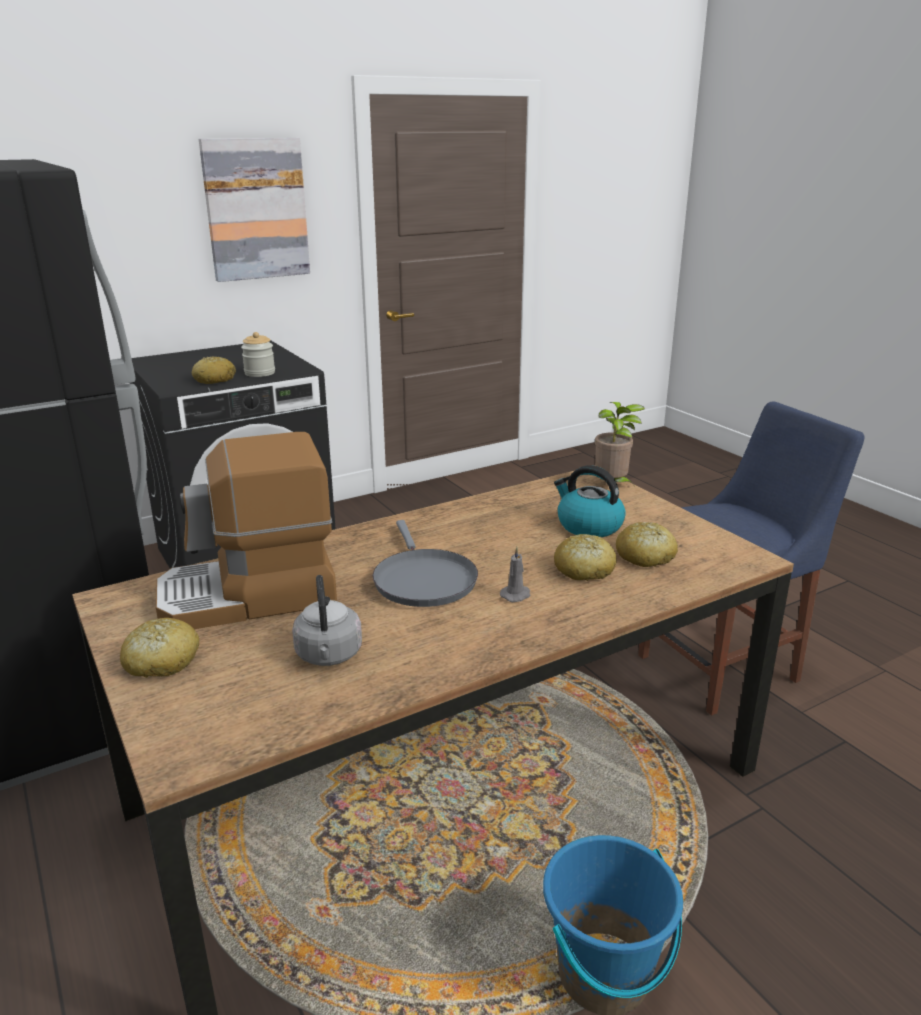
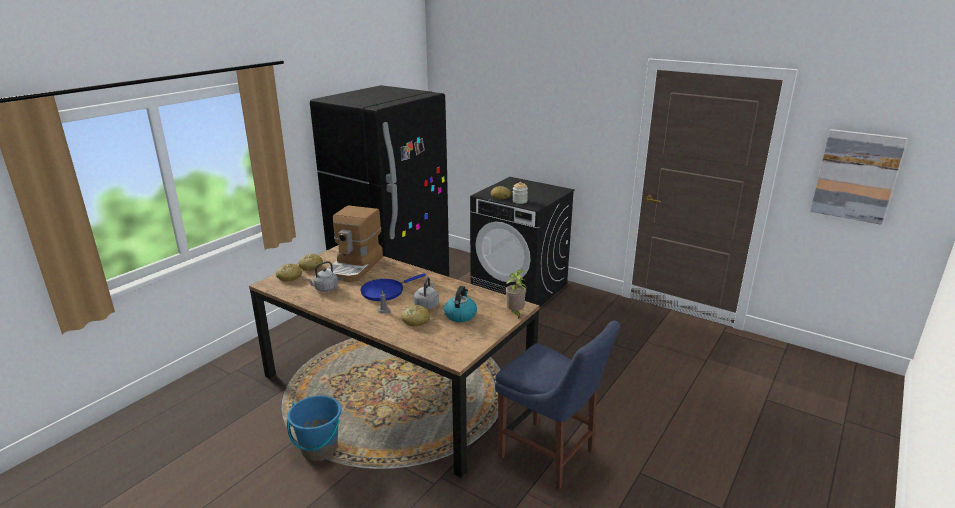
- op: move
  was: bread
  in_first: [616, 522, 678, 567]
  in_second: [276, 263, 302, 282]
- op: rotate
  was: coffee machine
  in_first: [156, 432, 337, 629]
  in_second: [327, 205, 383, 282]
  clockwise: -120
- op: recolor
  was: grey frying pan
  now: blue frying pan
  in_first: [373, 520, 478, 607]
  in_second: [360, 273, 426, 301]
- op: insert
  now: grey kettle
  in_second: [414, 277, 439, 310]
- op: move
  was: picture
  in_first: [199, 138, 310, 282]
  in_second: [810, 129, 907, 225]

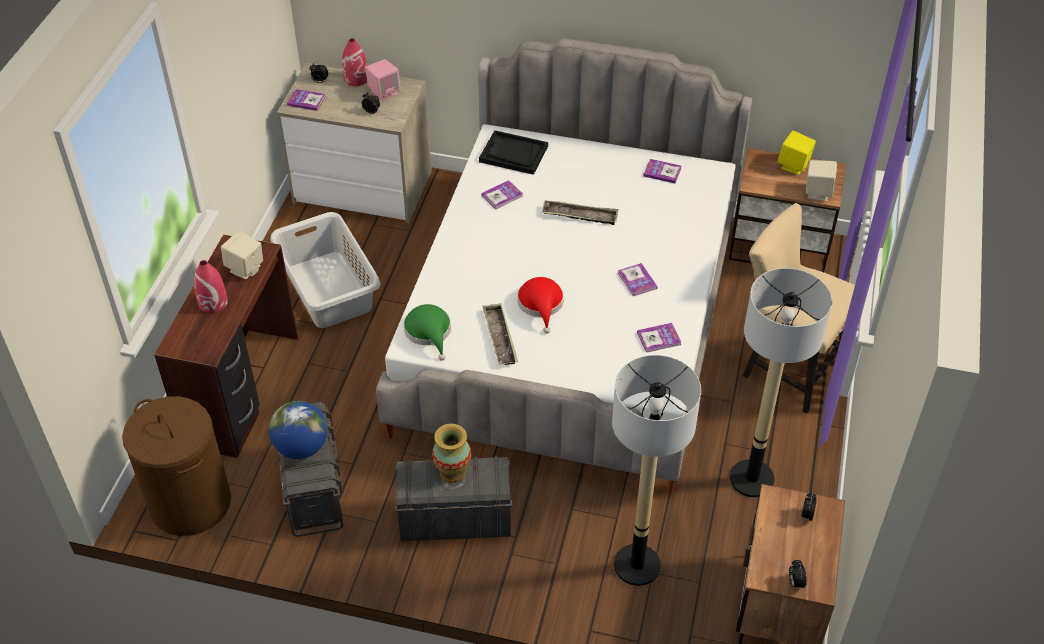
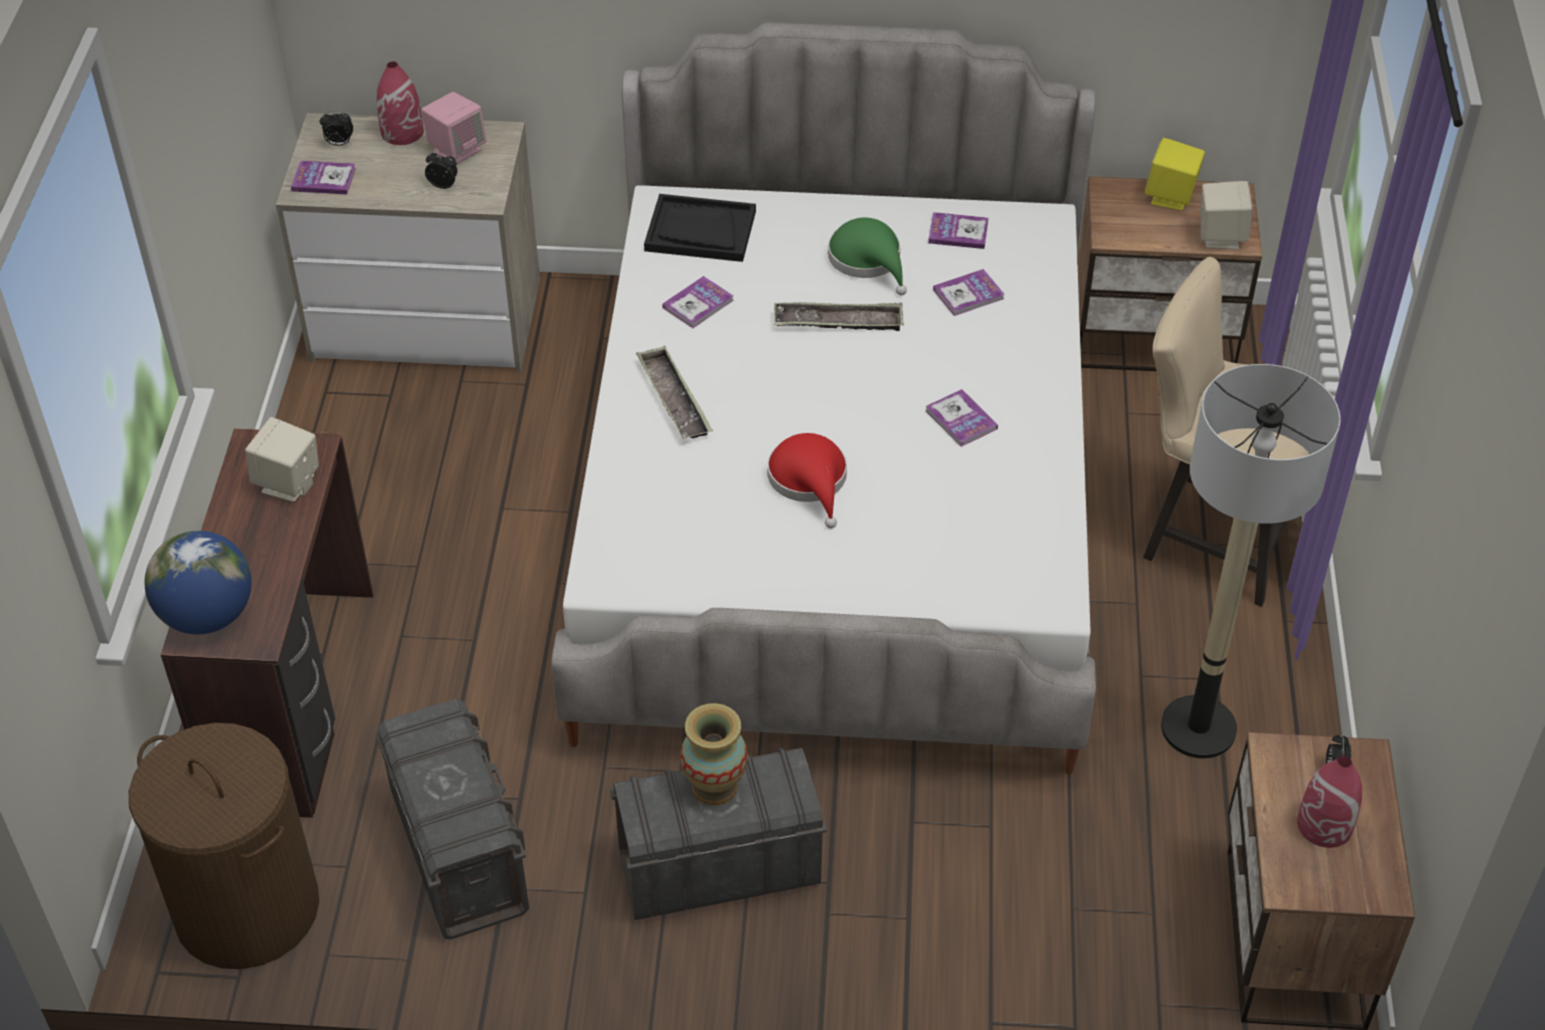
- op: move
  was: globe
  in_first: [269, 401, 328, 459]
  in_second: [145, 531, 252, 634]
- op: move
  was: tray
  in_first: [482, 303, 518, 365]
  in_second: [636, 346, 713, 439]
- op: move
  was: green hat
  in_first: [404, 304, 451, 361]
  in_second: [828, 218, 907, 296]
- op: move
  was: book
  in_first: [637, 323, 681, 353]
  in_second: [933, 269, 1005, 316]
- op: move
  was: red vase
  in_first: [194, 260, 228, 313]
  in_second: [1297, 756, 1362, 848]
- op: delete
  was: grey laundry basket
  in_first: [270, 212, 381, 328]
- op: delete
  was: floor lamp
  in_first: [612, 355, 701, 586]
- op: delete
  was: alarm clock
  in_first: [789, 560, 807, 590]

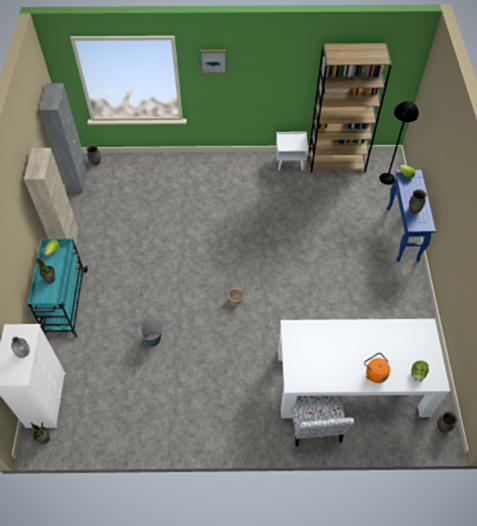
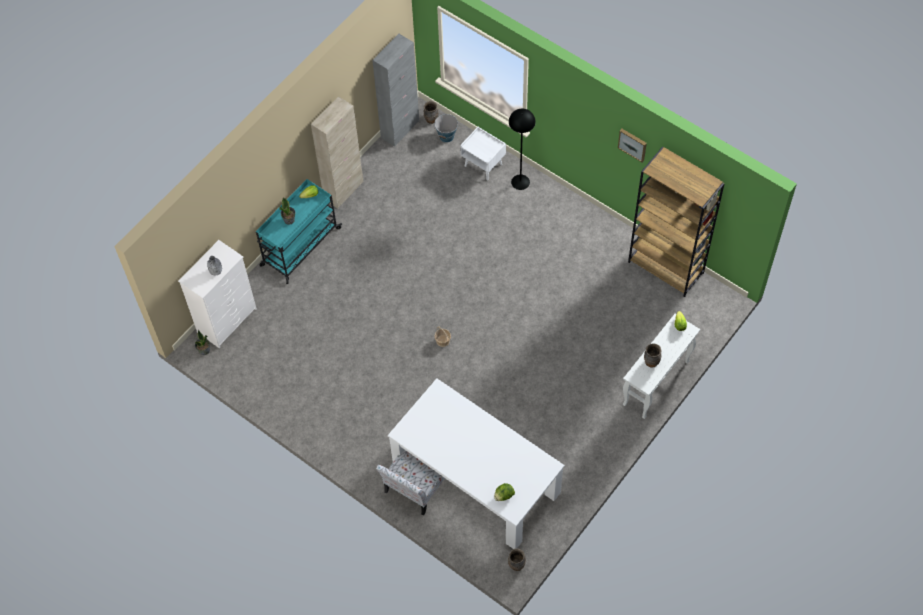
- op: move
  was: bucket
  in_first: [138, 318, 164, 346]
  in_second: [434, 114, 458, 142]
- op: move
  was: white nightstand
  in_first: [276, 132, 308, 170]
  in_second: [460, 127, 506, 181]
- op: move
  was: black floor lamp
  in_first: [379, 101, 419, 185]
  in_second: [509, 109, 536, 190]
- op: move
  was: picture
  in_first: [200, 50, 227, 73]
  in_second: [618, 129, 647, 162]
- op: recolor
  was: blue console table
  now: white console table
  in_first: [387, 170, 436, 262]
  in_second: [623, 314, 700, 419]
- op: delete
  was: orange kettle
  in_first: [364, 353, 390, 383]

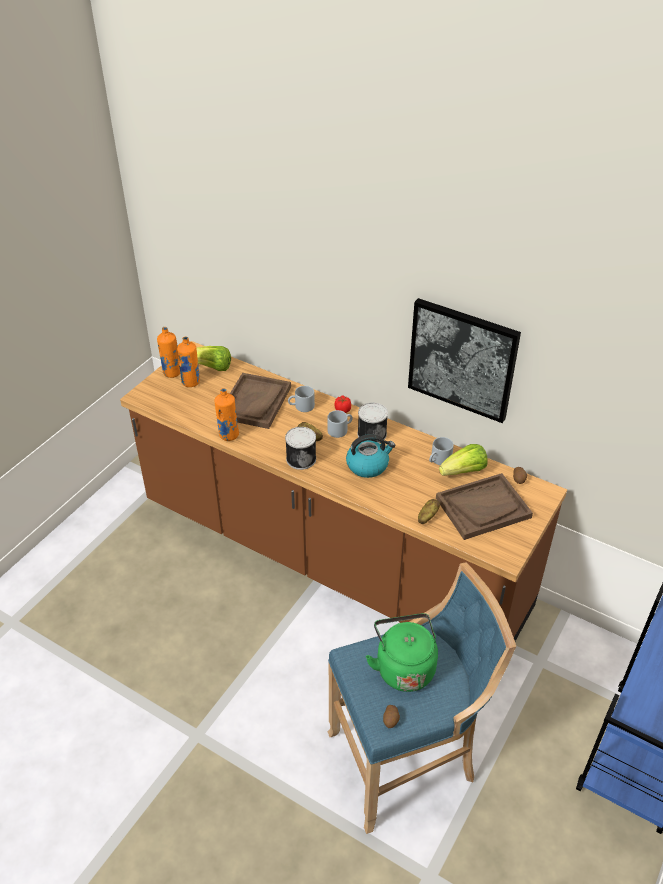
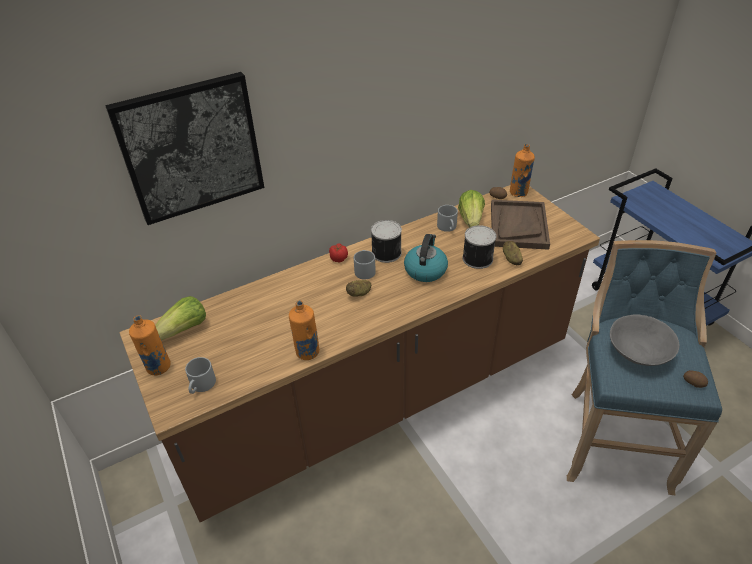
- op: move
  was: picture
  in_first: [408, 298, 521, 423]
  in_second: [105, 72, 264, 225]
- op: move
  was: grey mug
  in_first: [288, 386, 315, 412]
  in_second: [185, 357, 216, 394]
- op: move
  was: can
  in_first: [285, 427, 316, 470]
  in_second: [463, 225, 496, 269]
- op: move
  was: orange bottle
  in_first: [177, 336, 200, 387]
  in_second: [510, 144, 535, 197]
- op: replace
  was: green kettle
  now: grey bowl
  in_first: [366, 613, 438, 692]
  in_second: [610, 314, 679, 366]
- op: delete
  was: brown tray
  in_first: [230, 373, 291, 429]

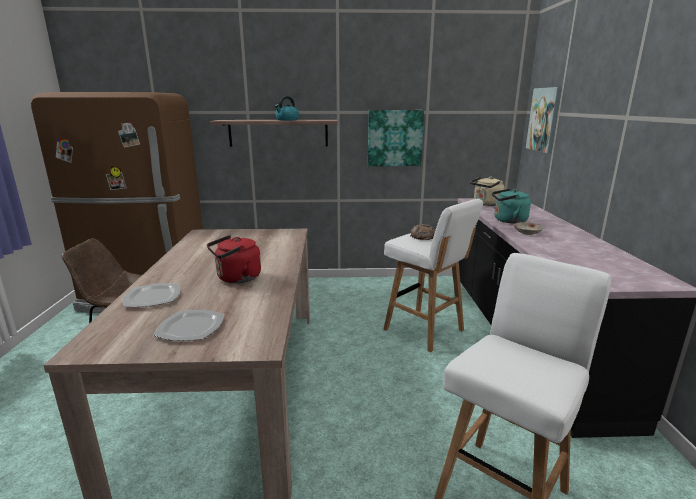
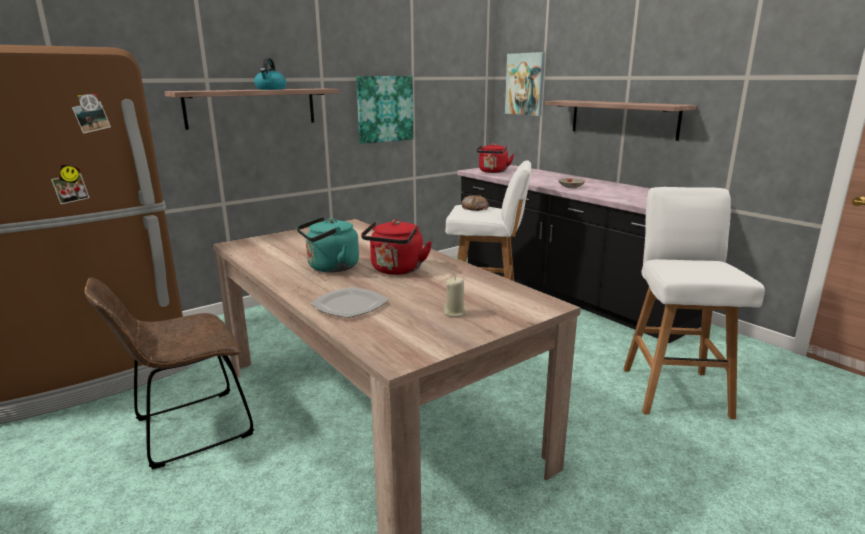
- op: move
  was: turquoise kettle
  in_first: [492, 189, 531, 224]
  in_second: [297, 217, 359, 273]
- op: replace
  was: plate
  now: beige candle
  in_first: [153, 310, 224, 341]
  in_second: [444, 277, 467, 317]
- op: recolor
  was: beige kettle
  now: red kettle
  in_first: [470, 177, 505, 206]
  in_second: [476, 143, 514, 173]
- op: insert
  now: shelf
  in_second: [545, 100, 696, 141]

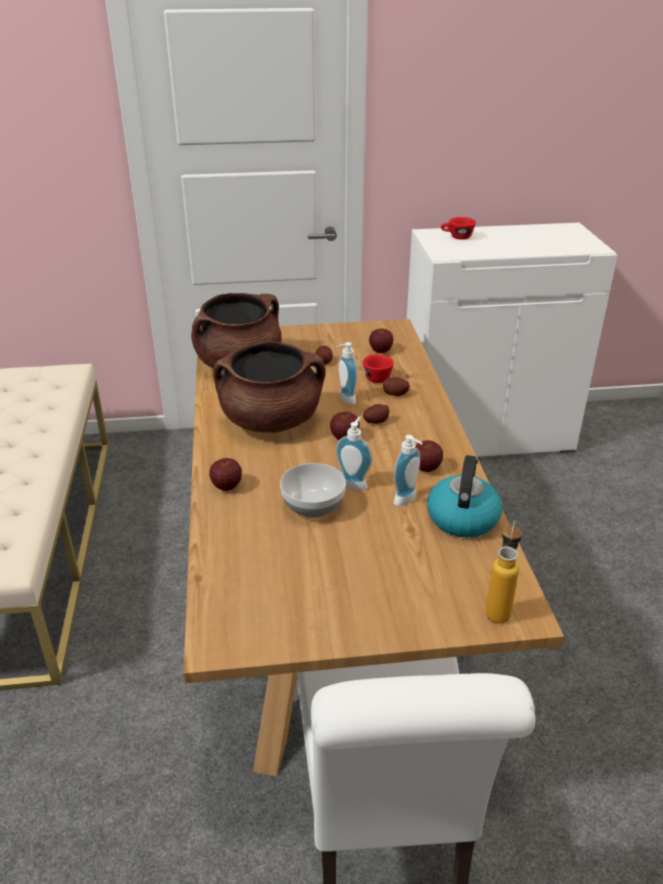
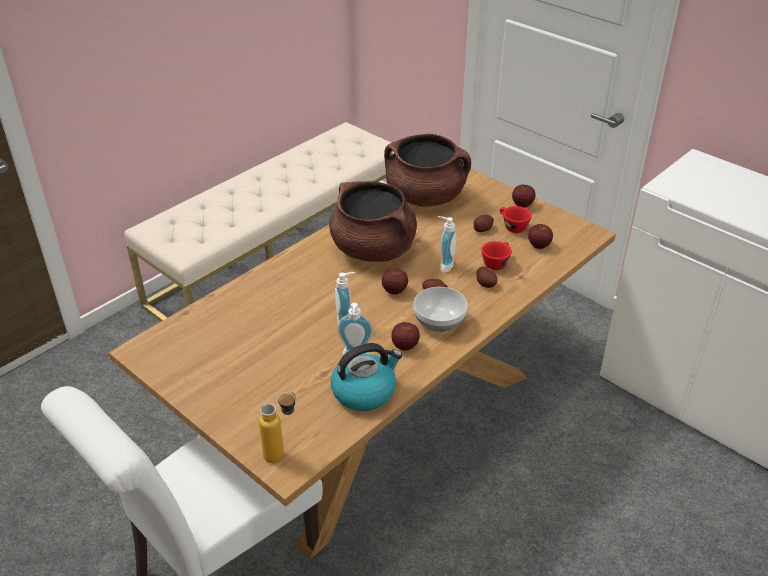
- op: move
  was: bowl
  in_first: [280, 463, 346, 518]
  in_second: [414, 287, 468, 332]
- op: move
  was: red cup
  in_first: [441, 217, 476, 240]
  in_second: [500, 206, 532, 233]
- op: move
  was: apple
  in_first: [209, 458, 242, 491]
  in_second: [512, 185, 535, 208]

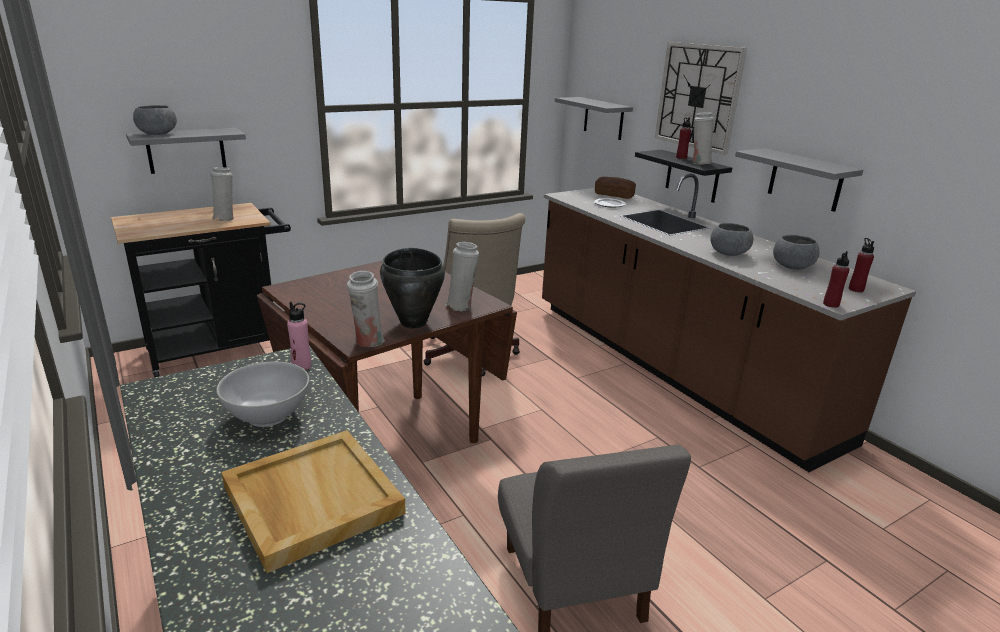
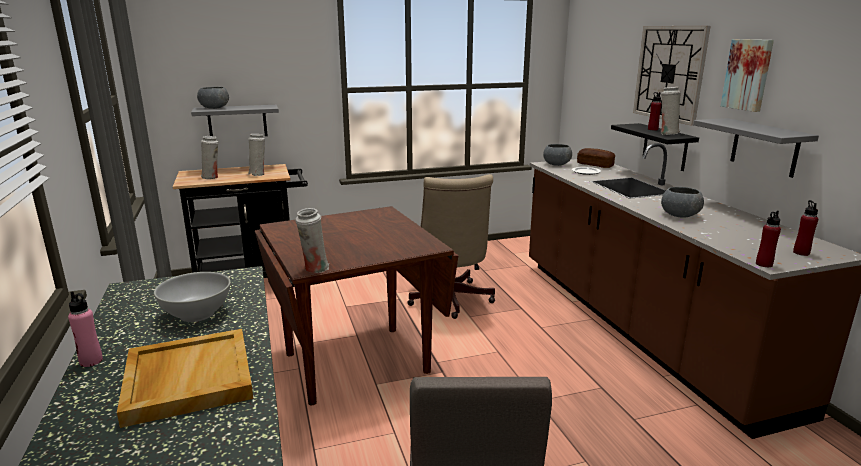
- op: move
  was: pink bottle
  in_first: [287, 302, 312, 370]
  in_second: [68, 291, 103, 367]
- op: move
  was: white vase
  in_first: [445, 242, 479, 311]
  in_second: [201, 136, 218, 179]
- op: move
  was: grey bowl
  in_first: [773, 235, 819, 269]
  in_second: [543, 144, 572, 166]
- op: insert
  now: picture
  in_second: [721, 39, 774, 112]
- op: delete
  was: black cooking pot
  in_first: [380, 248, 445, 329]
- op: delete
  was: grey shelf
  in_first: [555, 97, 633, 140]

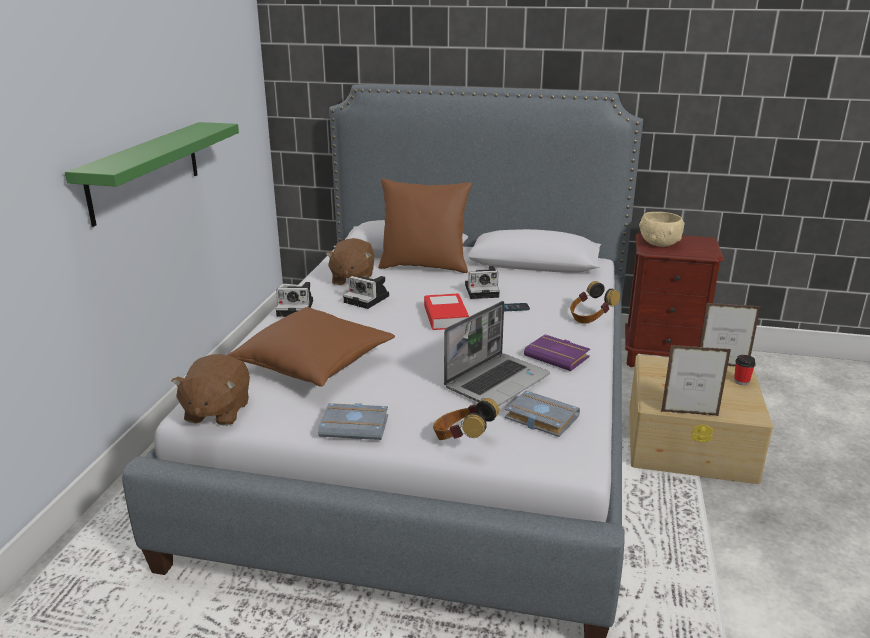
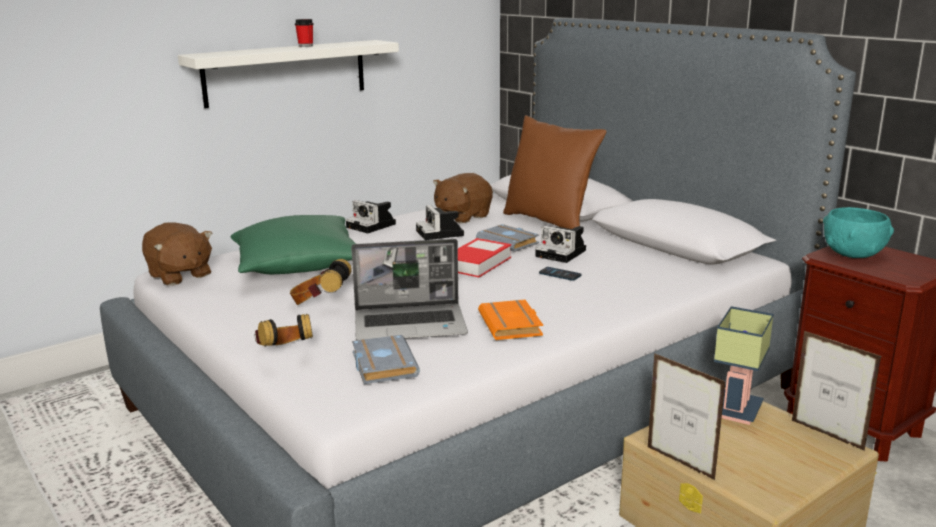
- op: rotate
  was: brown plush toy
  in_first: [171, 354, 250, 426]
  in_second: [142, 222, 213, 286]
  clockwise: -90
- op: recolor
  was: green shelf
  now: white shelf
  in_first: [65, 122, 239, 227]
  in_second: [178, 40, 399, 108]
- op: recolor
  was: brown pillow
  now: green pillow
  in_first: [228, 307, 395, 387]
  in_second: [231, 215, 356, 274]
- op: move
  was: headphones
  in_first: [570, 281, 620, 324]
  in_second: [290, 259, 352, 305]
- op: move
  was: cup
  in_first: [734, 355, 756, 385]
  in_second: [295, 19, 314, 47]
- op: move
  was: grey book
  in_first: [318, 403, 388, 440]
  in_second: [476, 224, 539, 252]
- op: recolor
  was: purple book
  now: orange book
  in_first: [524, 334, 590, 371]
  in_second: [478, 300, 543, 340]
- op: insert
  now: table lamp
  in_second: [714, 306, 774, 425]
- op: recolor
  was: beige bowl
  now: turquoise bowl
  in_first: [639, 212, 685, 247]
  in_second: [823, 207, 894, 258]

